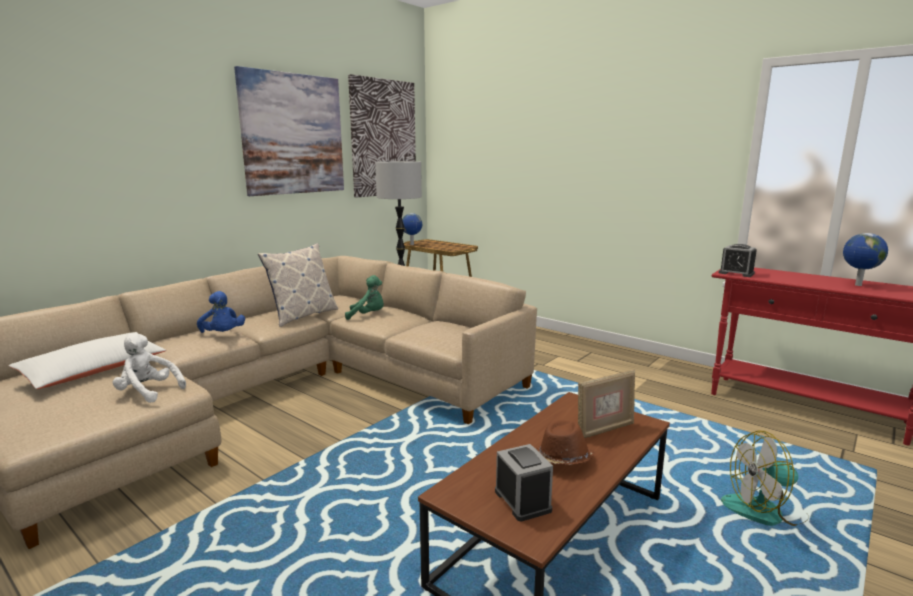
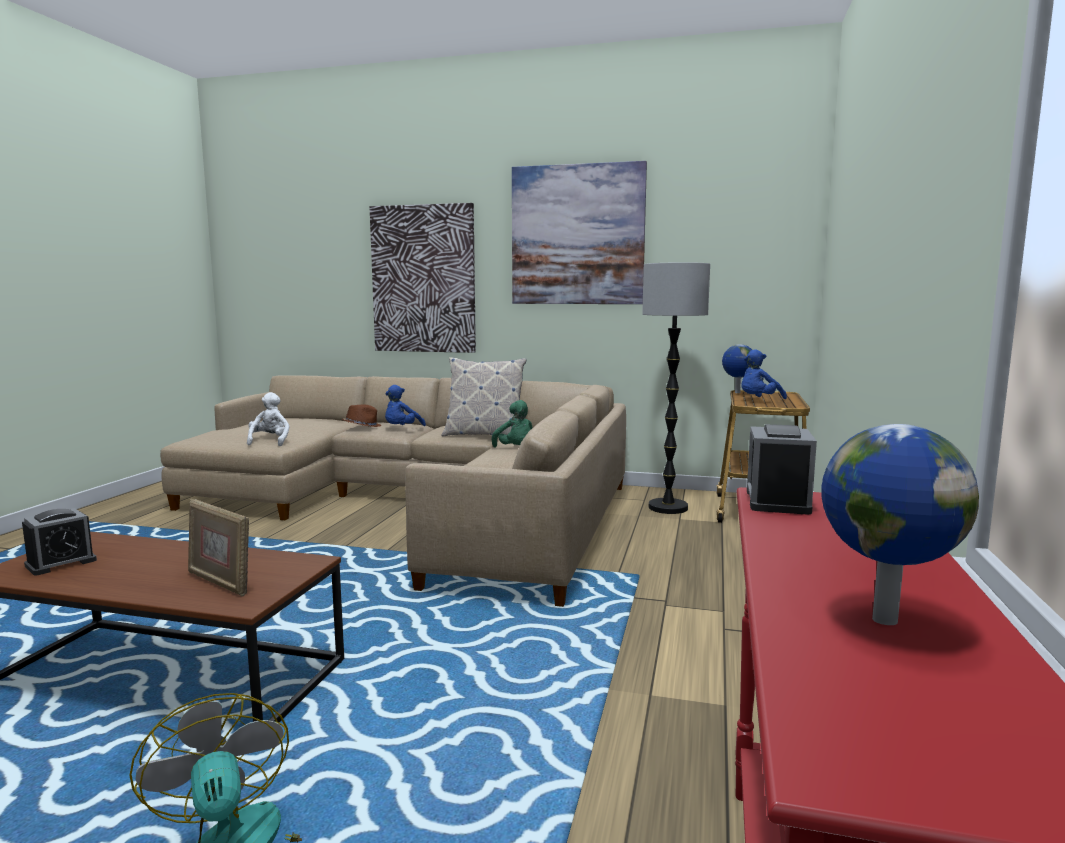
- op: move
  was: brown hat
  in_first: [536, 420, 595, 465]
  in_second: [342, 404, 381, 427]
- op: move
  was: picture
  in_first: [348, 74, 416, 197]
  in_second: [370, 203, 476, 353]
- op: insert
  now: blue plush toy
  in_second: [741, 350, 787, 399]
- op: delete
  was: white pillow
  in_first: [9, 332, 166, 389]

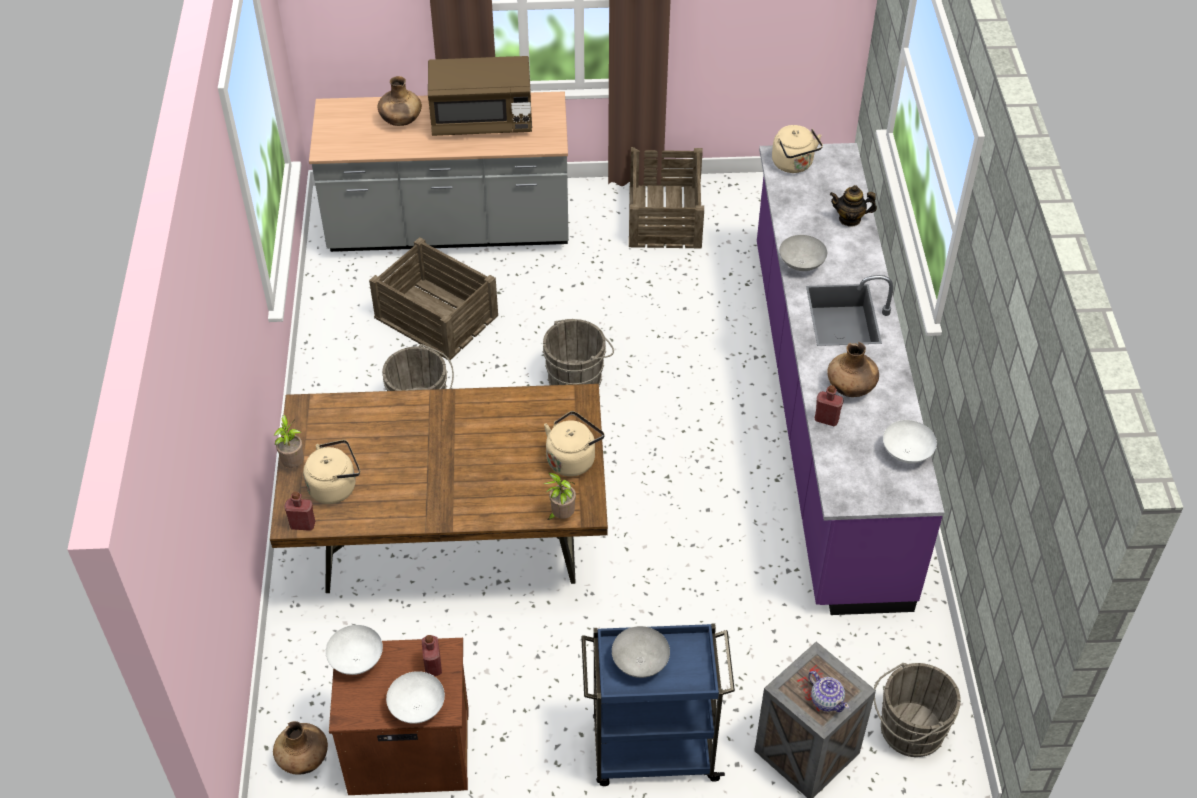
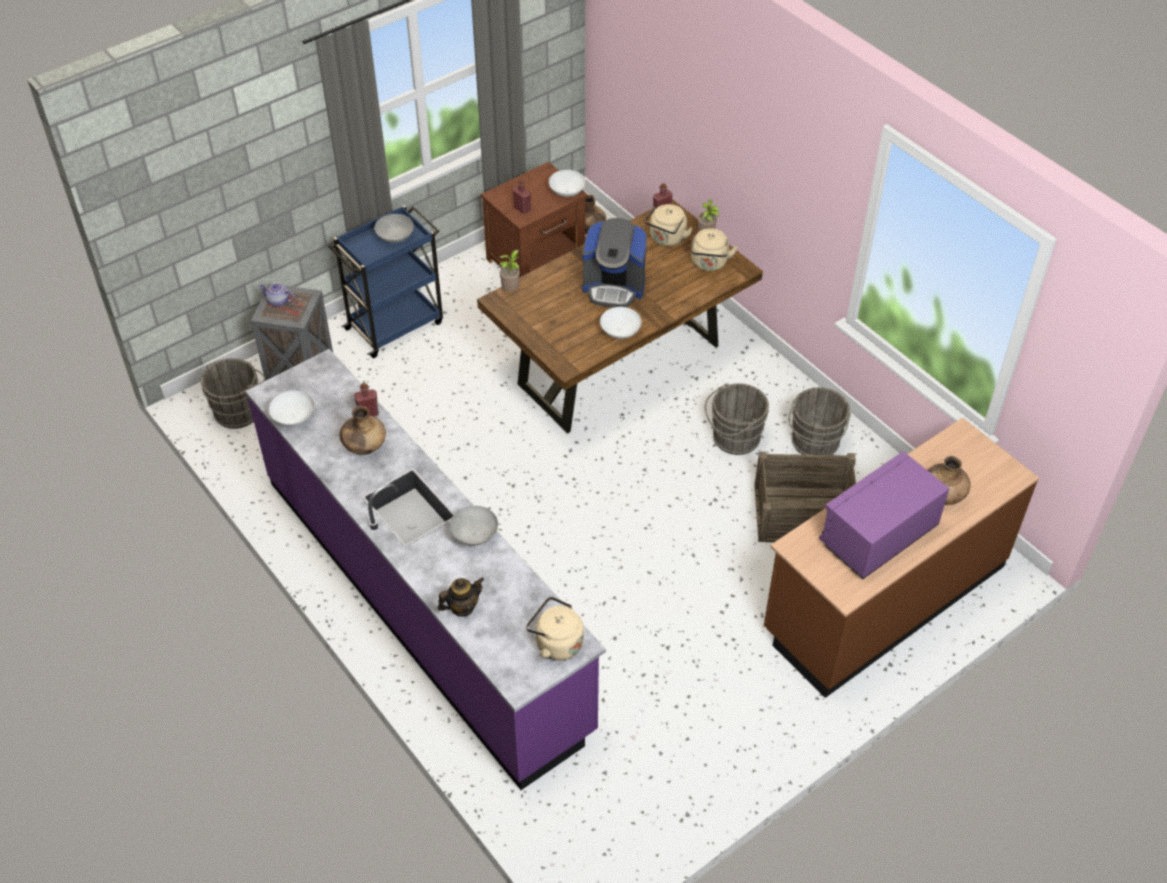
- op: insert
  now: coffee machine
  in_second: [583, 218, 647, 307]
- op: move
  was: white bowl
  in_first: [386, 671, 445, 724]
  in_second: [600, 307, 642, 339]
- op: move
  was: beige kettle
  in_first: [544, 411, 605, 476]
  in_second: [691, 228, 738, 271]
- op: recolor
  was: grey counter
  now: brown counter
  in_first: [309, 92, 569, 252]
  in_second: [764, 418, 1039, 698]
- op: move
  was: grey bucket
  in_first: [542, 319, 614, 386]
  in_second: [788, 387, 851, 455]
- op: recolor
  was: brown microwave
  now: purple microwave
  in_first: [428, 56, 532, 136]
  in_second: [819, 451, 949, 579]
- op: delete
  was: crate
  in_first: [629, 147, 704, 248]

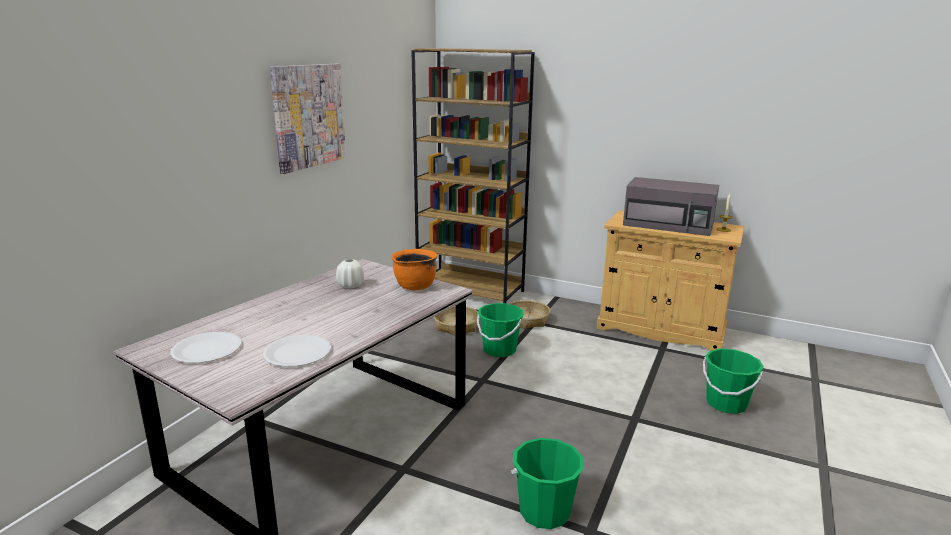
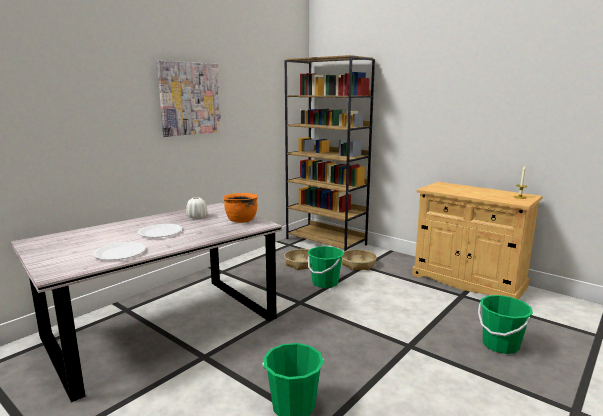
- op: move
  was: white plate
  in_first: [170, 332, 241, 363]
  in_second: [138, 224, 183, 238]
- op: delete
  was: grey microwave
  in_first: [623, 177, 719, 236]

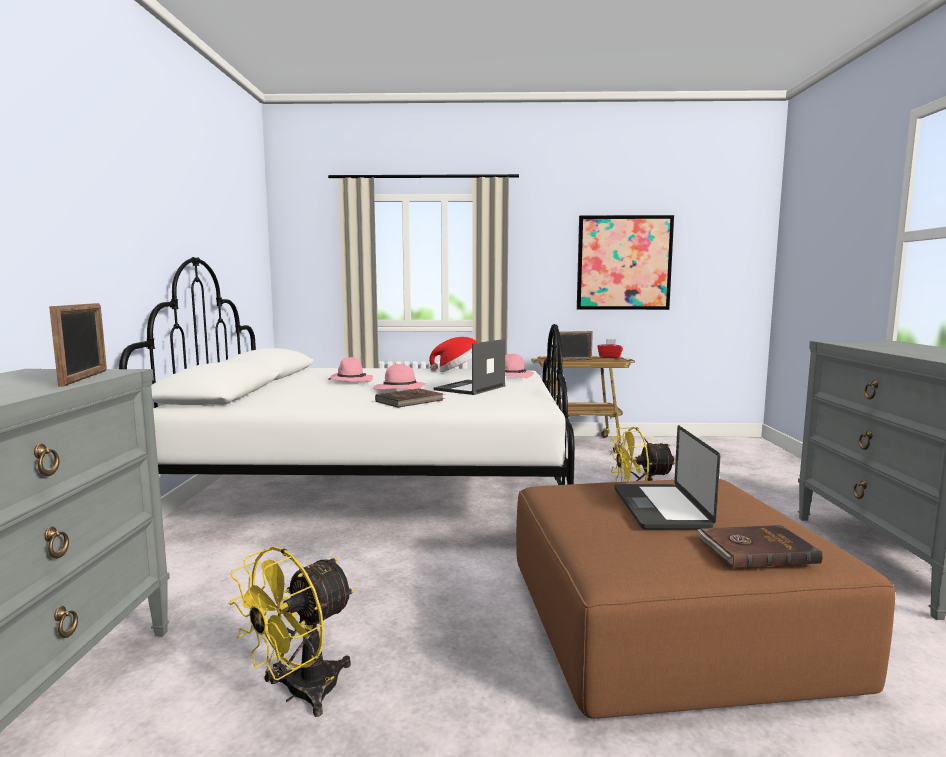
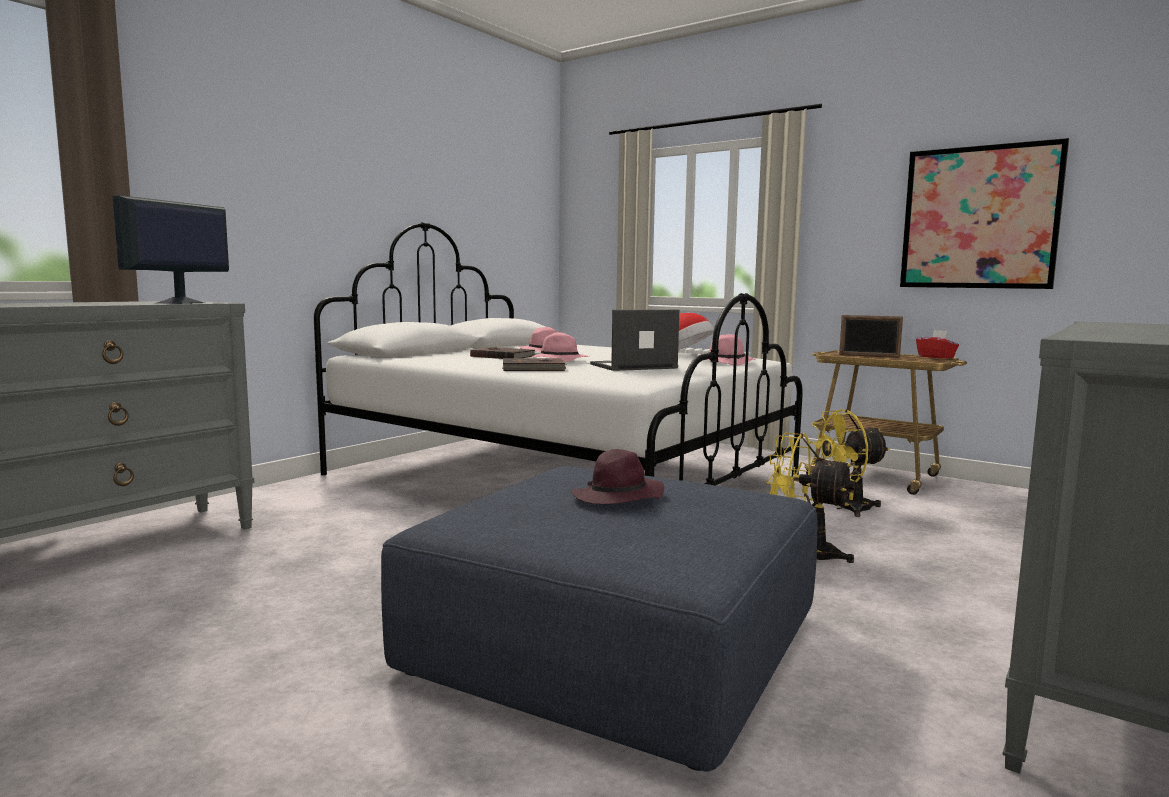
- op: replace
  was: picture frame
  now: monitor
  in_first: [49, 303, 107, 387]
  in_second: [113, 195, 229, 304]
- op: recolor
  was: brown ottoman
  now: blue ottoman
  in_first: [516, 479, 895, 718]
  in_second: [381, 466, 817, 771]
- op: move
  was: brown book
  in_first: [697, 525, 823, 568]
  in_second: [470, 347, 536, 359]
- op: replace
  was: laptop
  now: purple hat
  in_first: [614, 425, 720, 530]
  in_second: [571, 449, 664, 504]
- op: move
  was: yellow fan
  in_first: [228, 546, 355, 717]
  in_second: [809, 409, 890, 517]

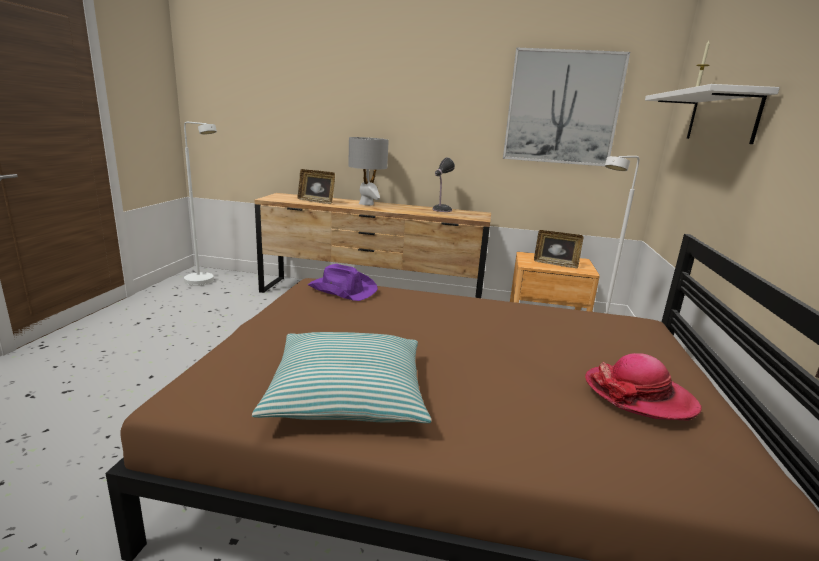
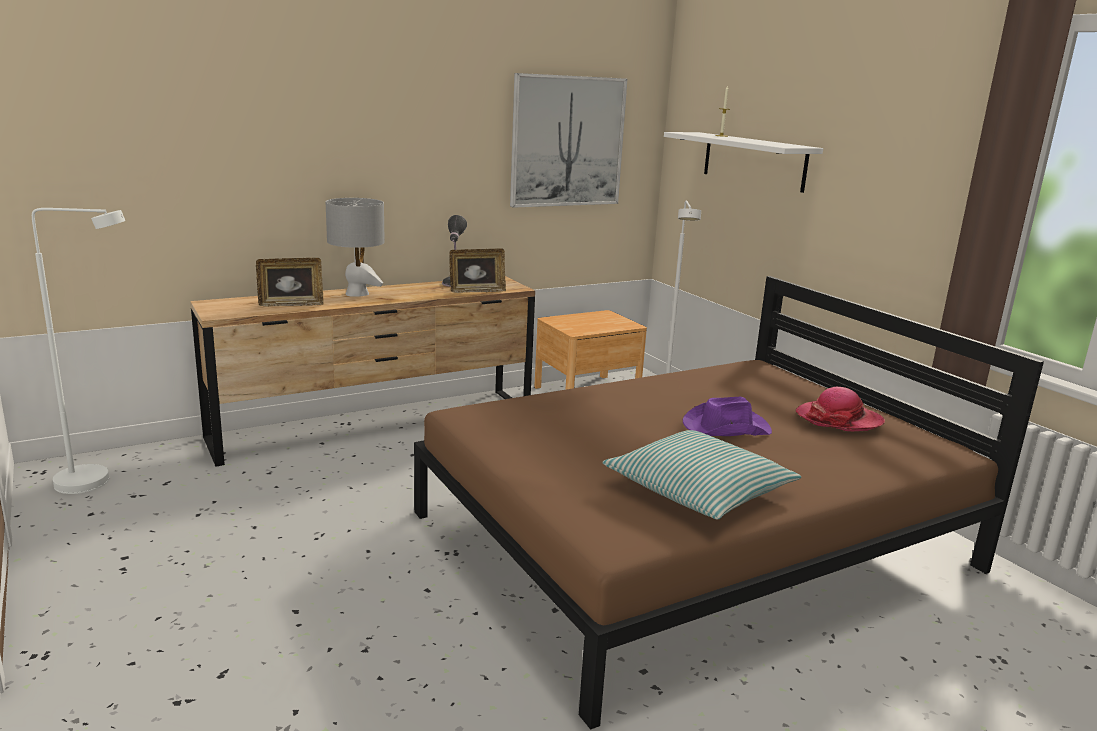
- op: move
  was: picture frame
  in_first: [534, 230, 584, 268]
  in_second: [449, 249, 506, 293]
- op: move
  was: purple hat
  in_first: [308, 264, 378, 301]
  in_second: [682, 397, 772, 436]

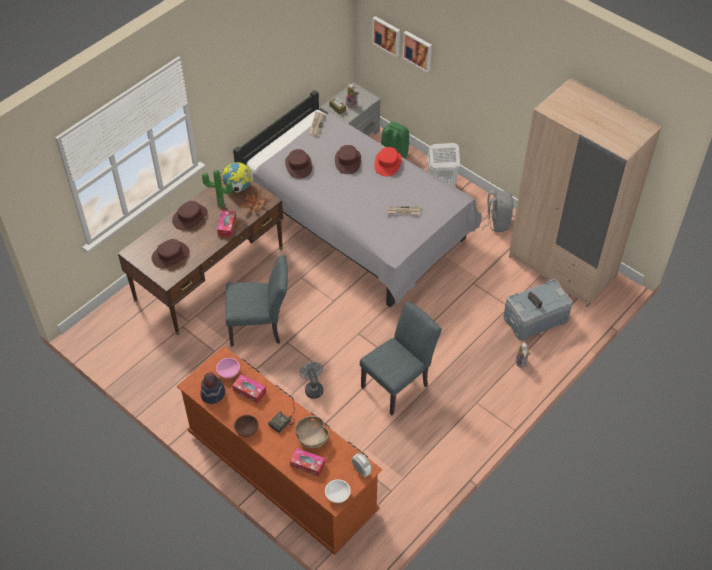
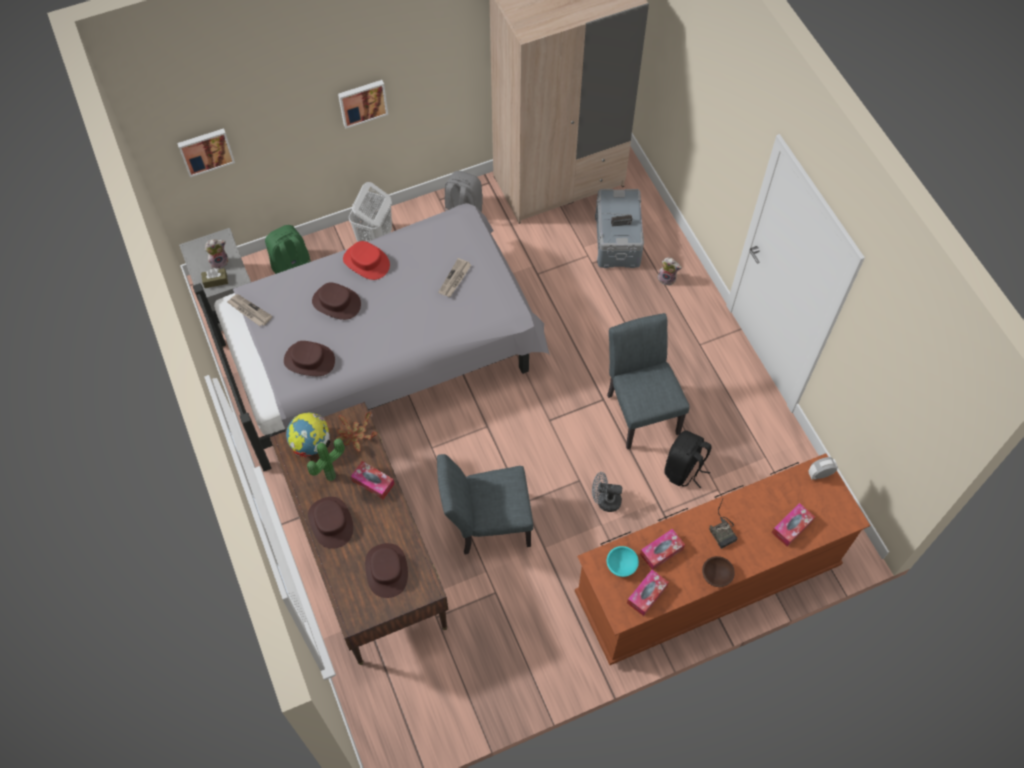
- op: move
  was: picture
  in_first: [402, 31, 432, 73]
  in_second: [338, 80, 388, 128]
- op: rotate
  was: grey chair
  in_first: [225, 255, 288, 347]
  in_second: [437, 454, 533, 554]
  clockwise: -120
- op: recolor
  was: pink bowl
  now: turquoise bowl
  in_first: [216, 358, 240, 378]
  in_second: [606, 546, 639, 577]
- op: replace
  was: hat
  now: tissue box
  in_first: [200, 372, 225, 404]
  in_second: [627, 570, 669, 616]
- op: insert
  now: black backpack
  in_second: [664, 430, 712, 488]
- op: delete
  was: brown bowl
  in_first: [295, 416, 329, 448]
- op: delete
  was: white bowl
  in_first: [325, 479, 351, 503]

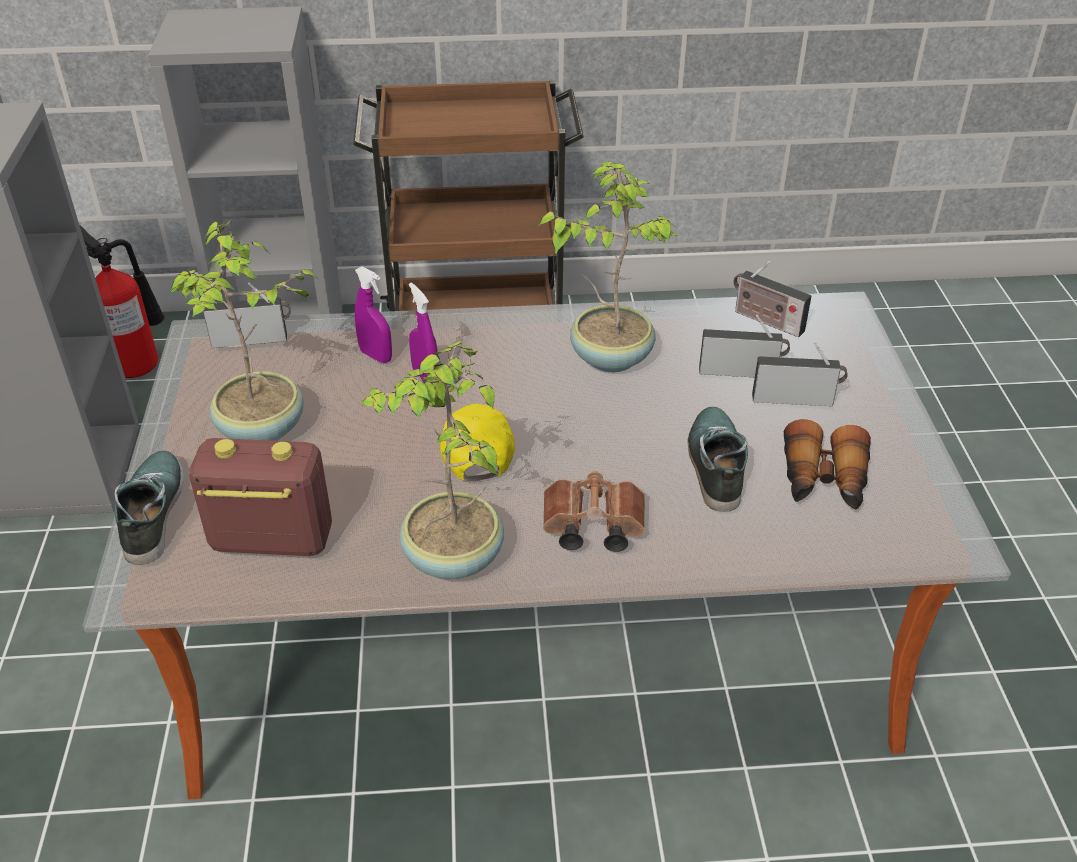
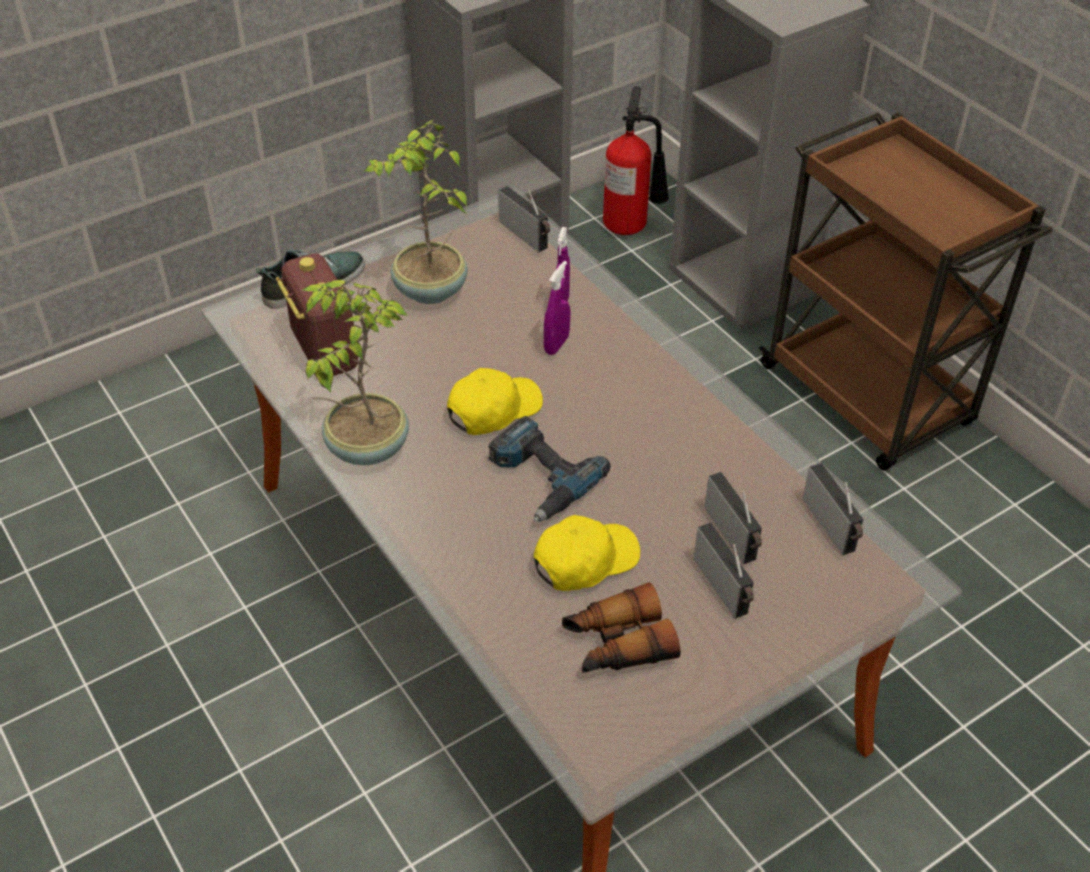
- op: insert
  now: power drill
  in_second: [488, 416, 611, 522]
- op: replace
  was: shoe
  now: yellow cap
  in_first: [688, 407, 748, 512]
  in_second: [533, 515, 640, 591]
- op: rotate
  was: radio
  in_first: [733, 261, 811, 337]
  in_second: [802, 463, 863, 555]
  clockwise: 150
- op: delete
  was: potted plant
  in_first: [539, 162, 678, 372]
- op: delete
  was: brown binoculars
  in_first: [543, 471, 645, 552]

